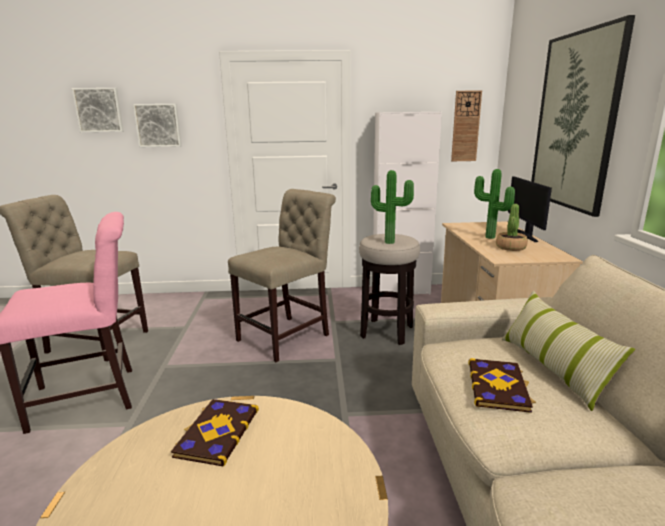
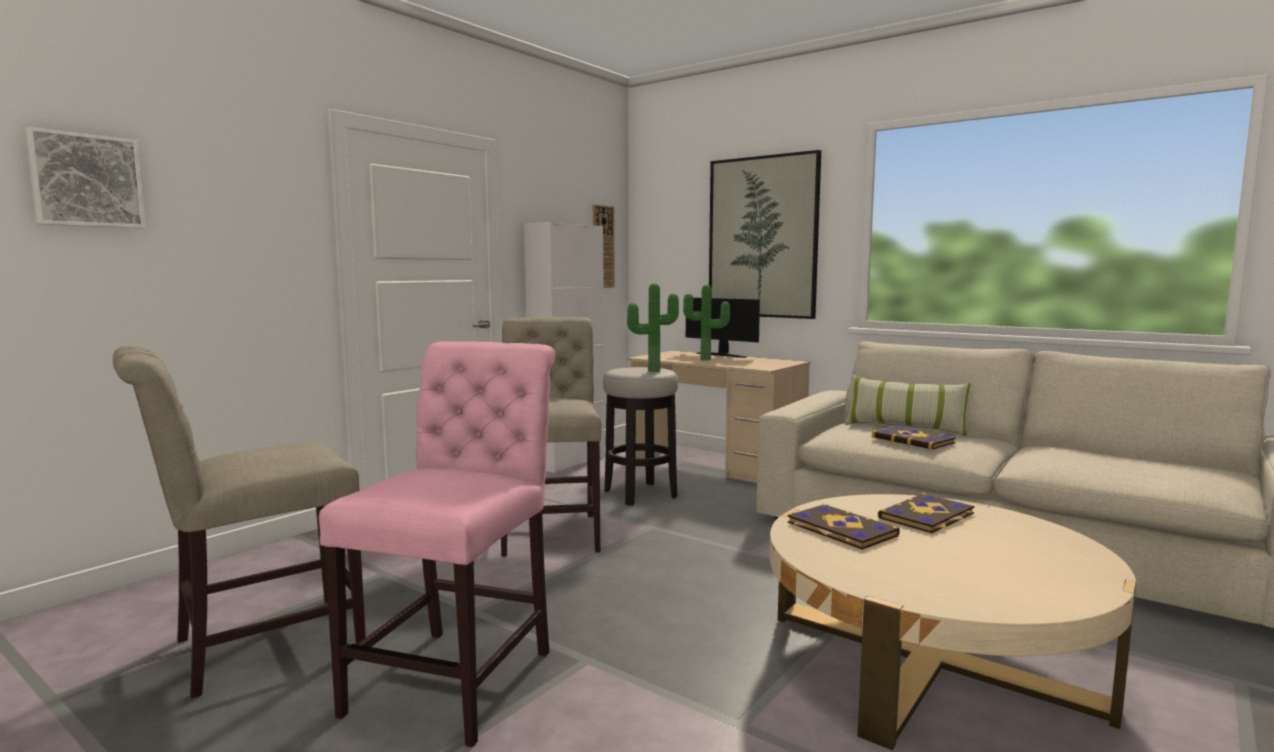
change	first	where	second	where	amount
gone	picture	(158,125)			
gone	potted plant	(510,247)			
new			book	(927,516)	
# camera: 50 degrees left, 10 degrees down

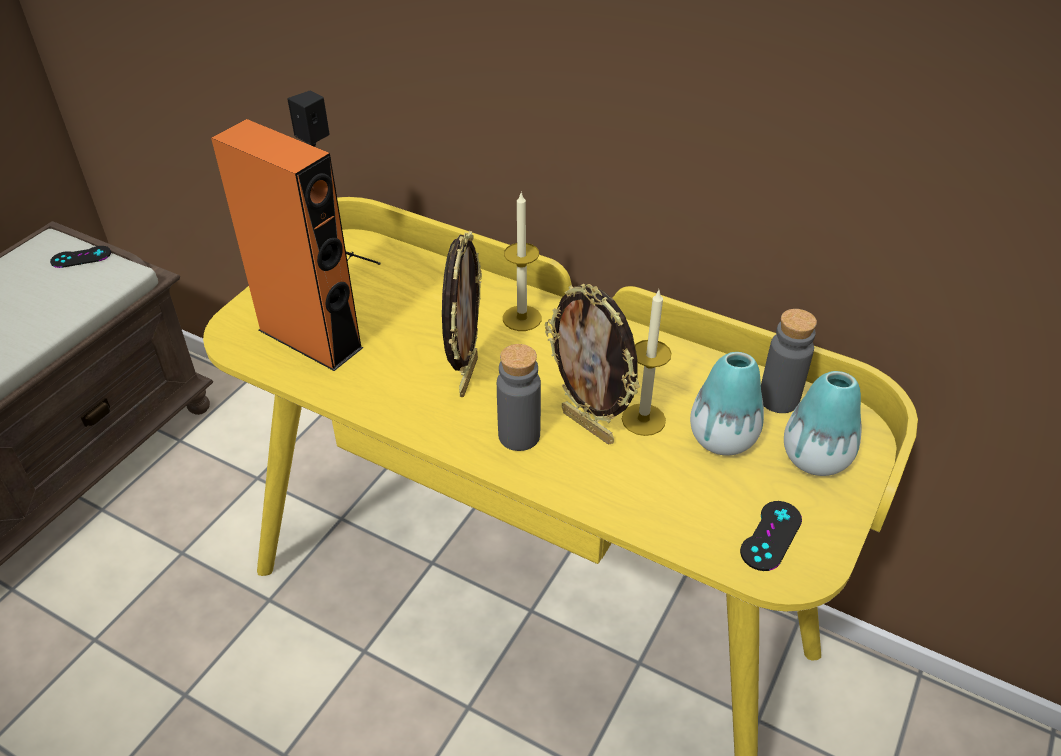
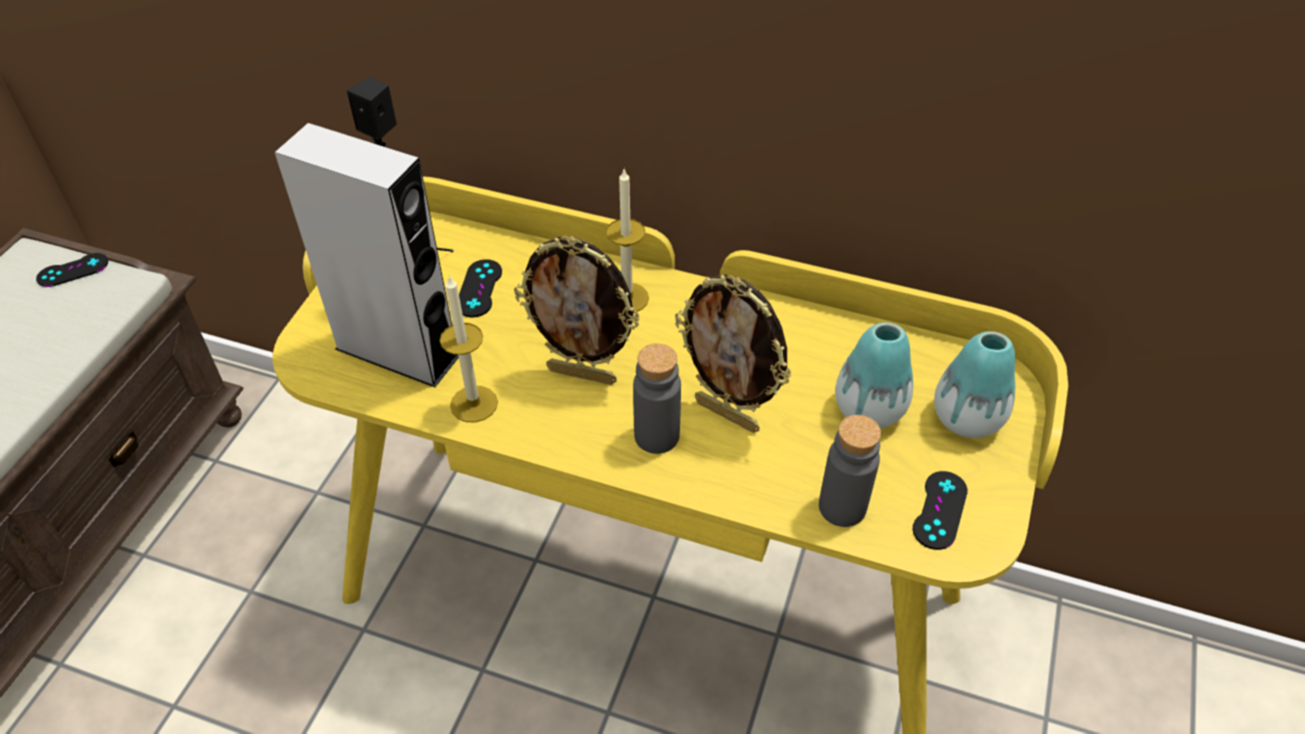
change	first	where	second	where	amount
repainted	speaker (orange)	(310,338)	speaker (grey)	(397,352)	
rotated	picture frame	(466,376)		(583,374)	105 degrees clockwise
shifted	candle	(643,419)		(474,404)	
shifted	bottle (grey)	(778,399)		(842,507)	
new			game controller (black)	(479,288)	
# camera: 10 degrees left, 5 degrees up

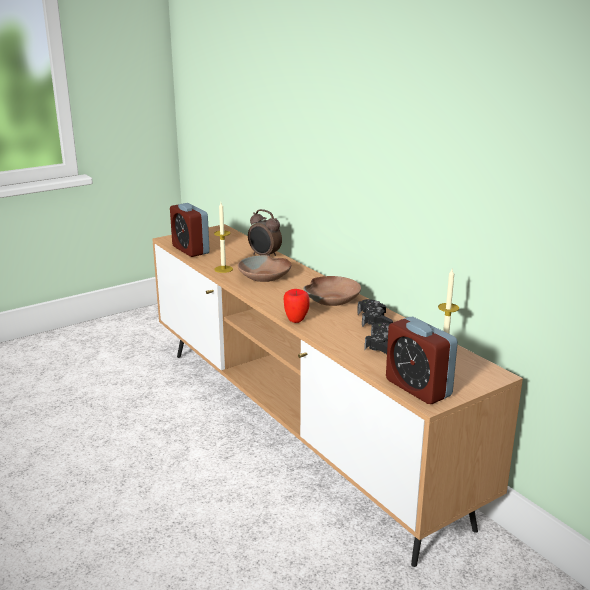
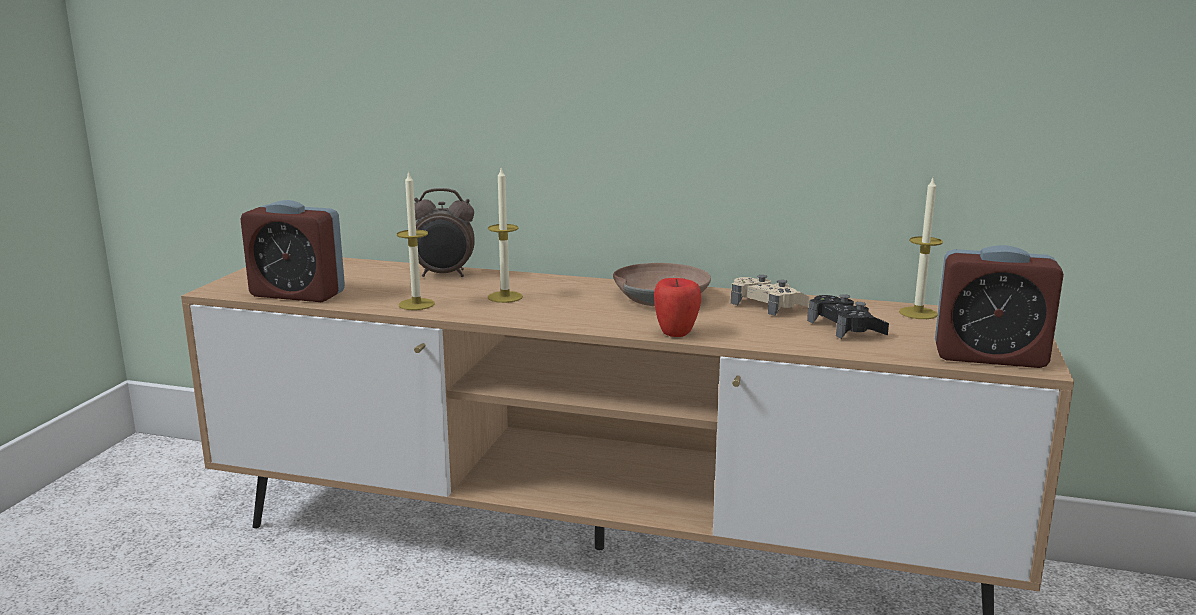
change	first	where	second	where	amount
swapped	bowl (brown)	(265,276)	candle	(505,297)	
repainted	game controller (black)	(374,320)	game controller (beige)	(767,305)	
# camera: 40 degrees left, 5 degrees down

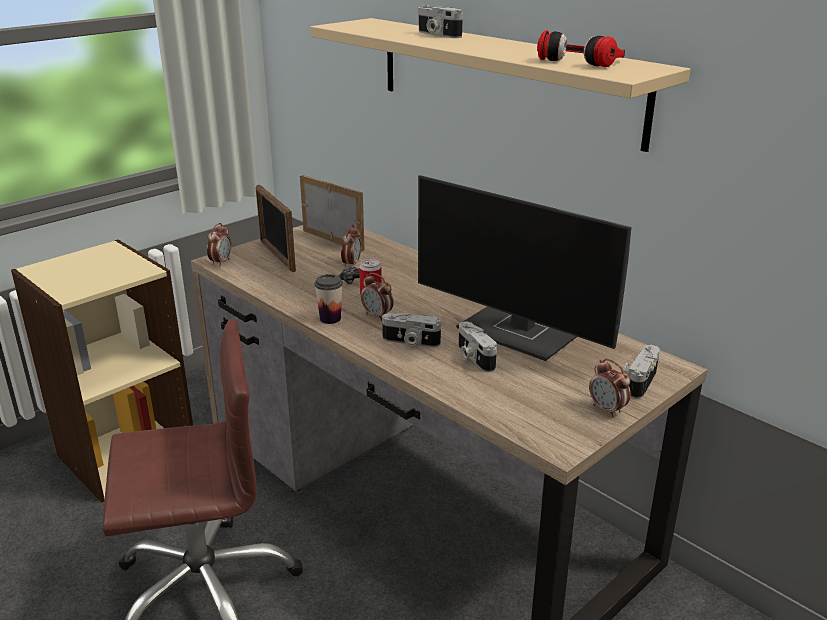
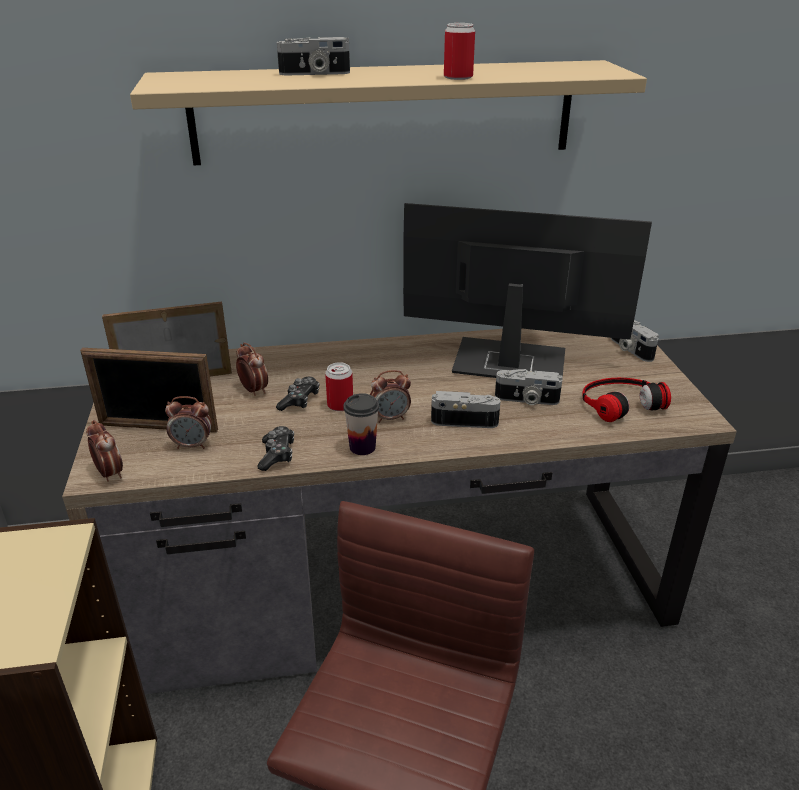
change	first	where	second	where	amount
rotated	photo camera	(410,342)		(464,420)	135 degrees counterclockwise
rotated	monitor	(520,333)		(506,363)	150 degrees counterclockwise
shifted	headphones	(583,60)		(619,402)	
shifted	alarm clock	(607,410)		(193,445)	
new			game controller	(277,455)	
new			can	(458,77)	
# camera: 55 degrees left, 5 degrees up

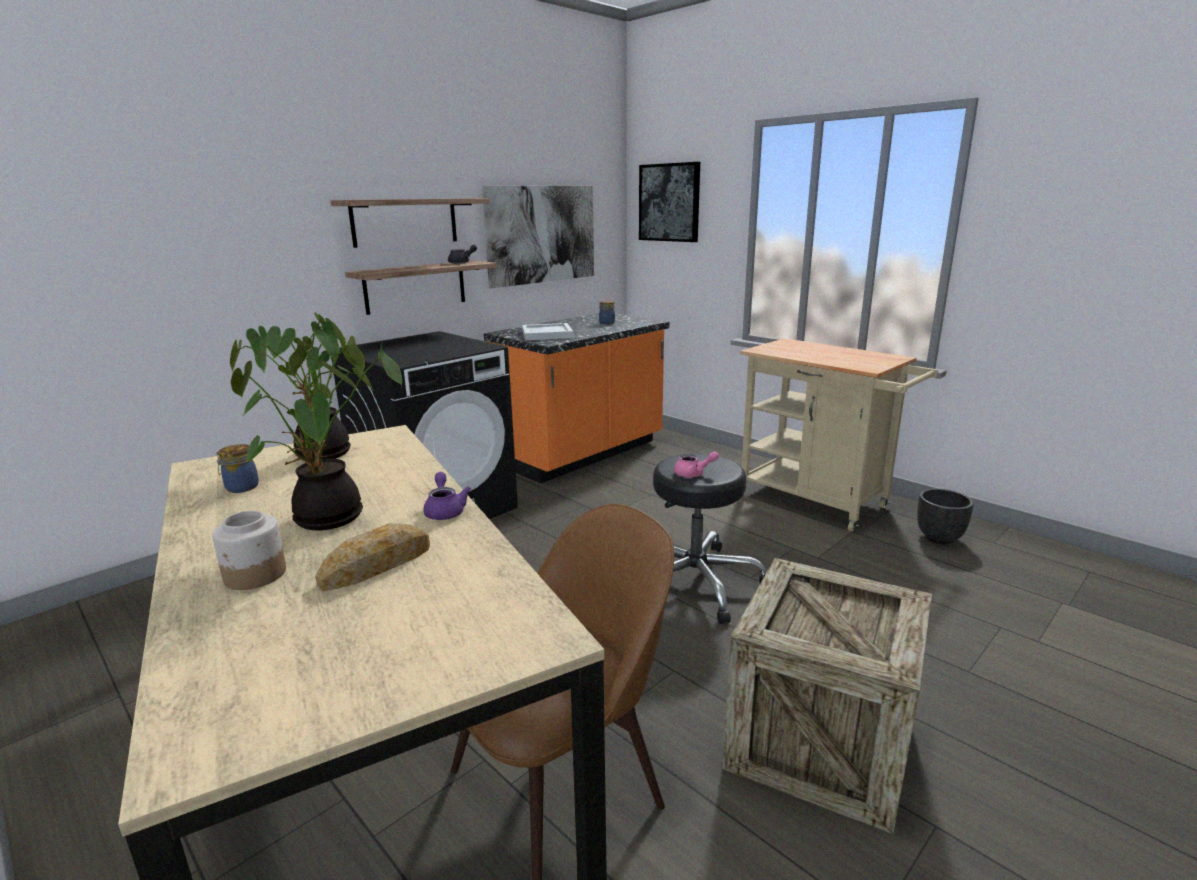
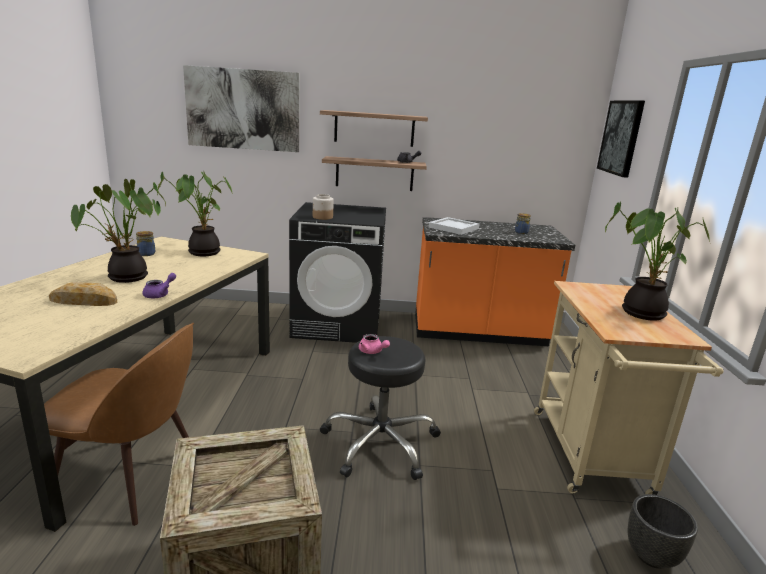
change	first	where	second	where	amount
shifted	jar	(255,575)		(322,217)	
shifted	picture	(541,234)		(243,109)	
new			potted plant	(639,312)	
# camera: 45 degrees right, 0 degrees up

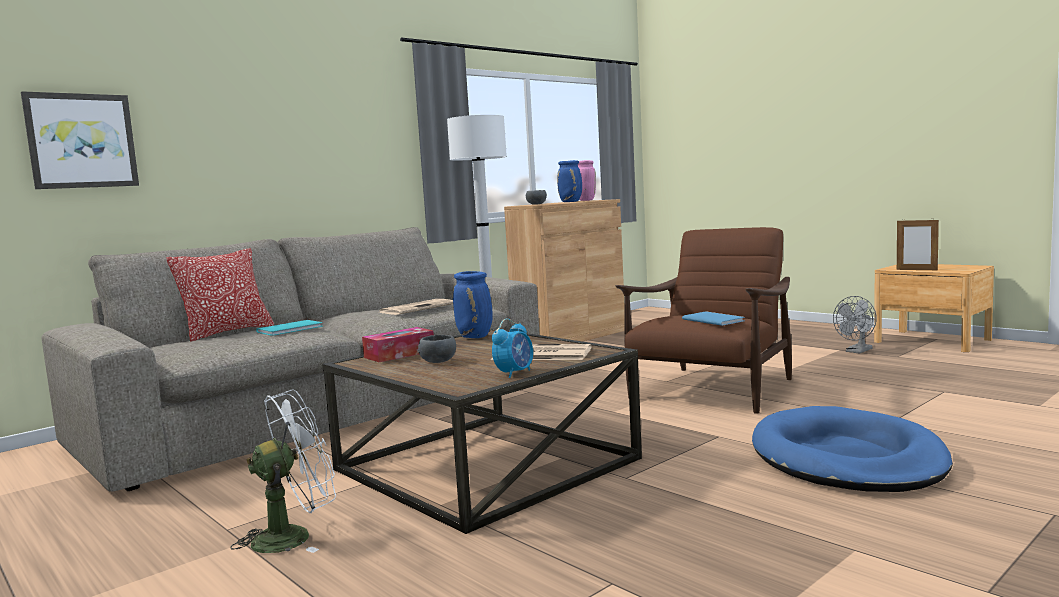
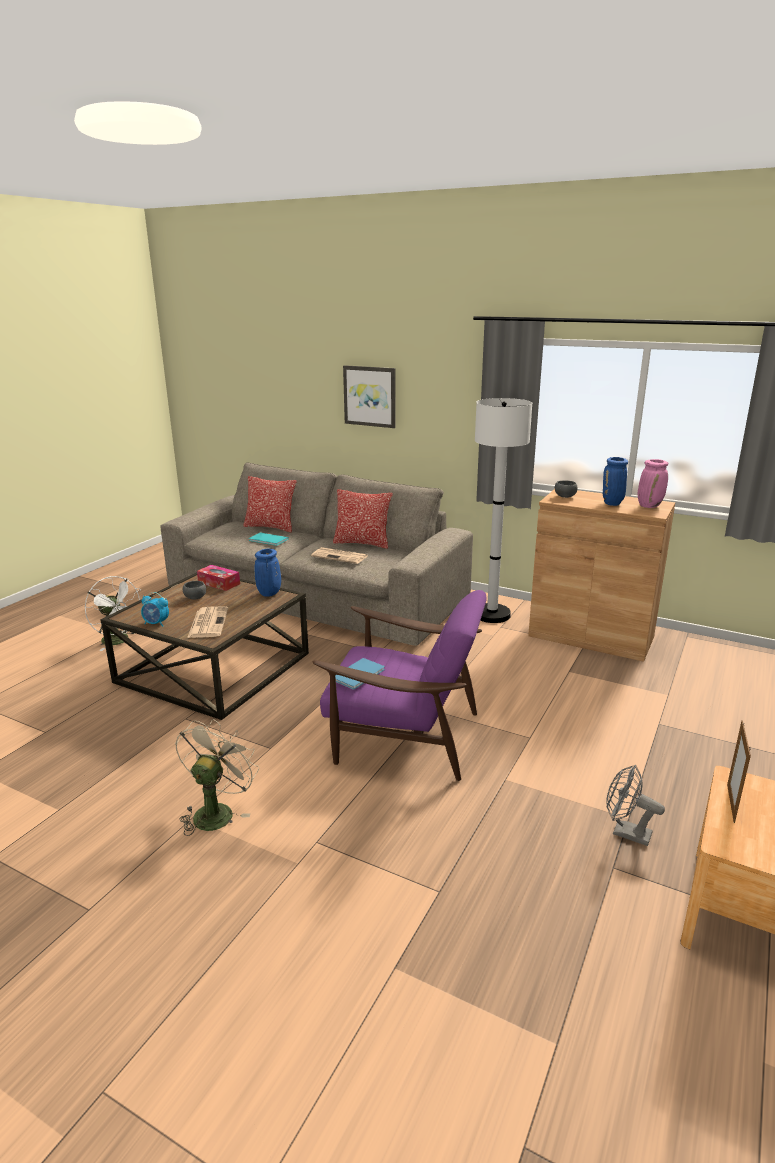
change	first	where	second	where	amount
shifted	picture	(81,141)		(370,396)	
repainted	armchair (brown)	(711,390)	armchair (purple)	(403,735)	
swapped	dog bed (blue)	(846,458)	fan (beige)	(216,811)	
new			pillow	(362,543)	
# camera: 70 degrees right, 15 degrees up

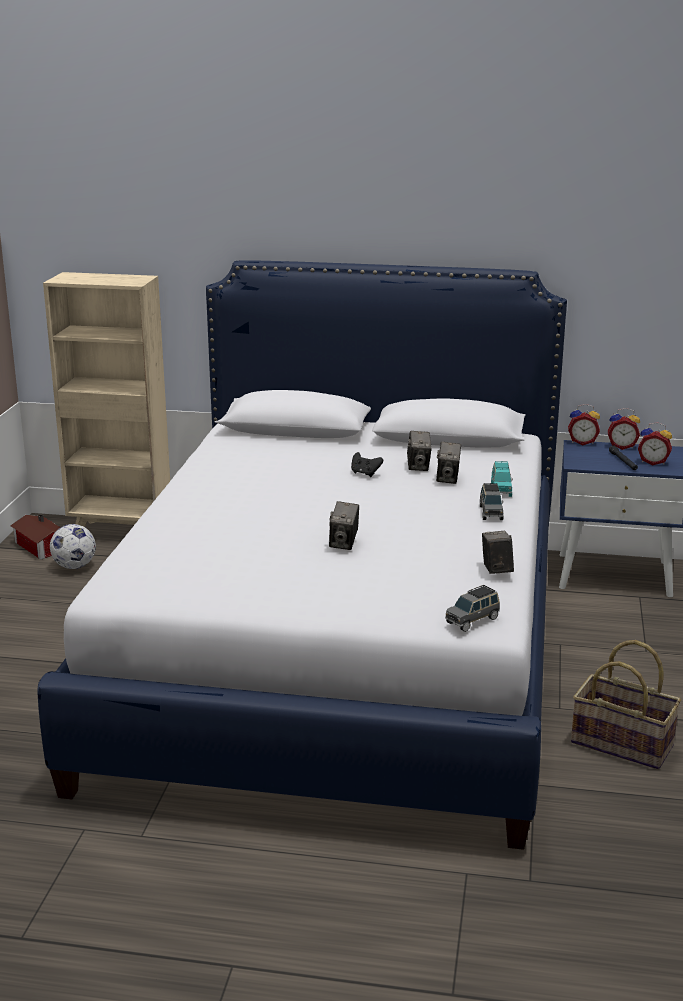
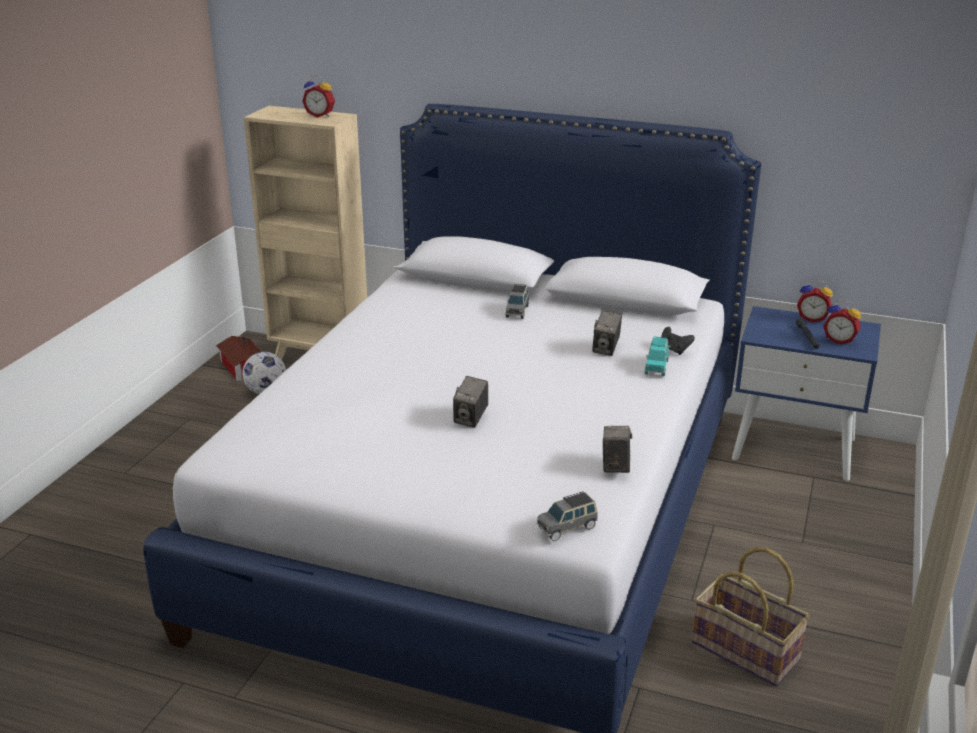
change	first	where	second	where	amount
shifted	game controller (black)	(365,473)		(674,350)	
gone	photo camera	(418,466)			
shifted	toy car (grey)	(491,512)		(517,311)	
shifted	alarm clock	(582,442)		(320,115)	
# camera: 10 degrees right, 5 degrees up

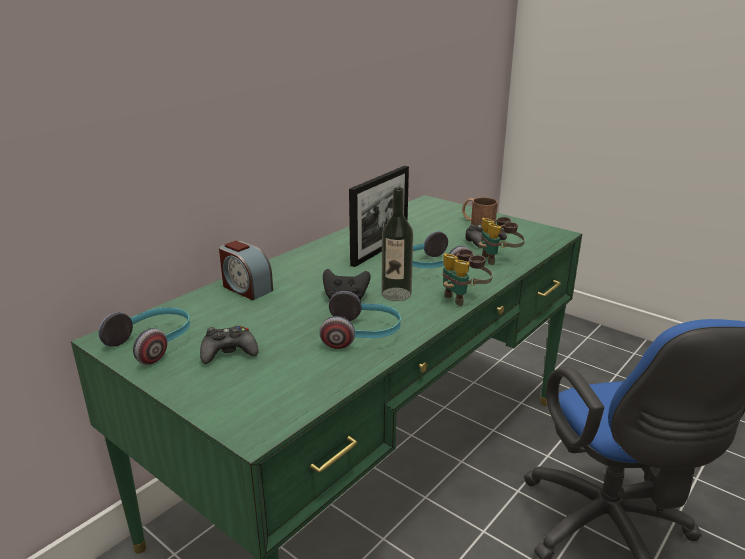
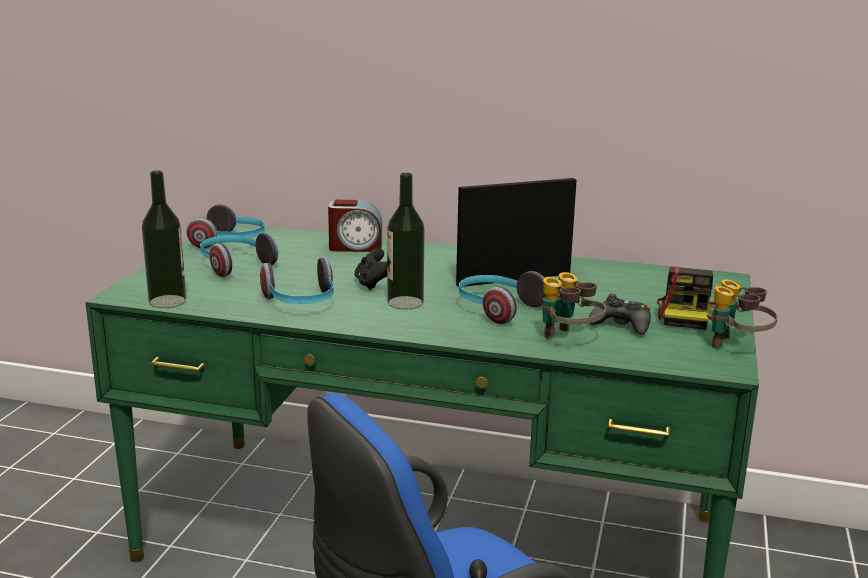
change	first	where	second	where	amount
swapped	game controller (black)	(229,352)	headphones	(234,265)	
rotated	alarm clock	(246,288)		(355,247)	105 degrees counterclockwise
rotated	picture frame	(380,250)		(514,279)	150 degrees clockwise
shifted	binoculars	(463,298)		(737,346)	
swapped	mug (brown)	(477,223)	photo camera	(686,314)	
new			bottle	(167,301)	
# camera: 65 degrees right, 5 degrees down

